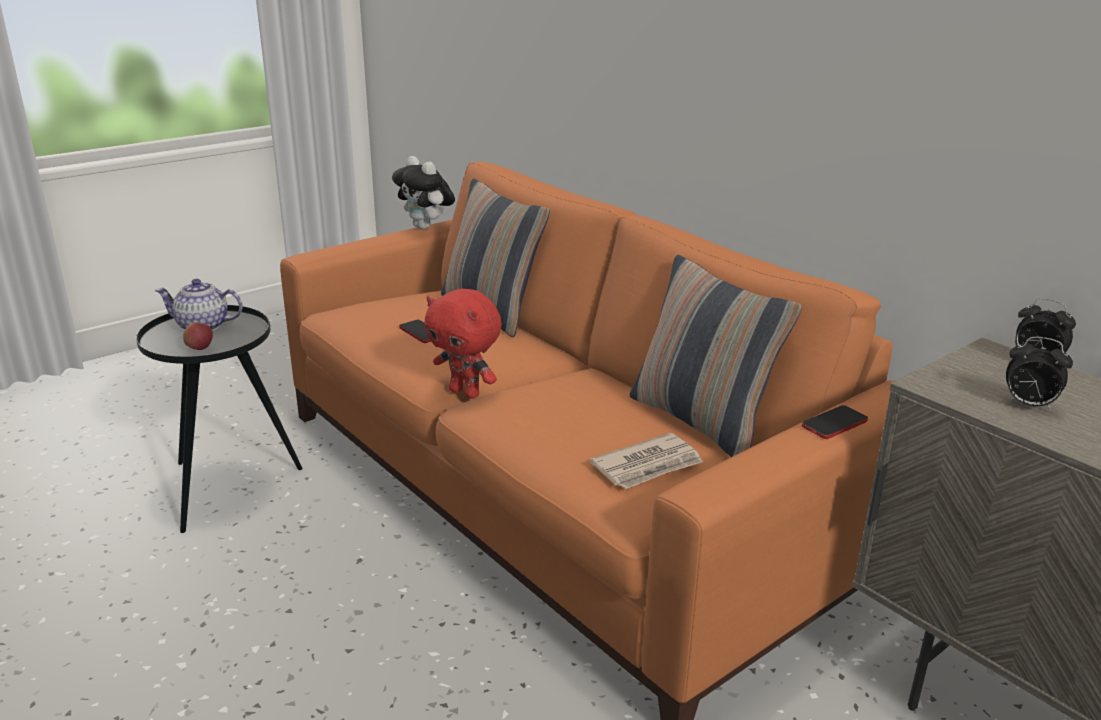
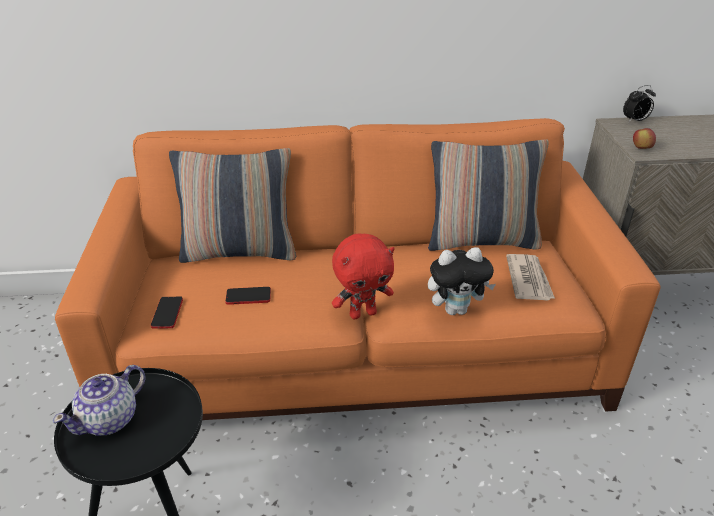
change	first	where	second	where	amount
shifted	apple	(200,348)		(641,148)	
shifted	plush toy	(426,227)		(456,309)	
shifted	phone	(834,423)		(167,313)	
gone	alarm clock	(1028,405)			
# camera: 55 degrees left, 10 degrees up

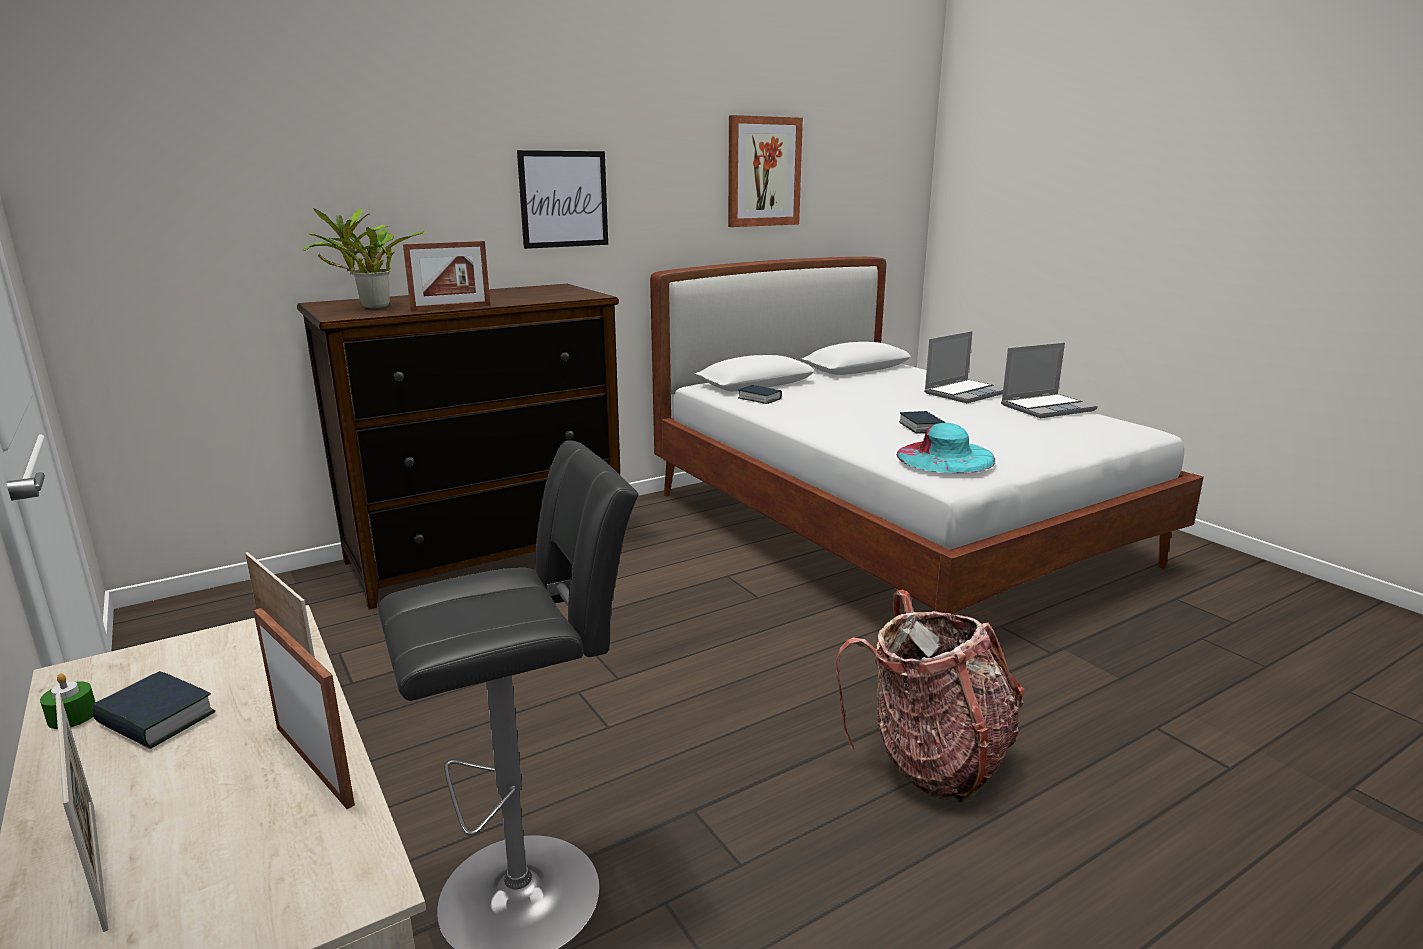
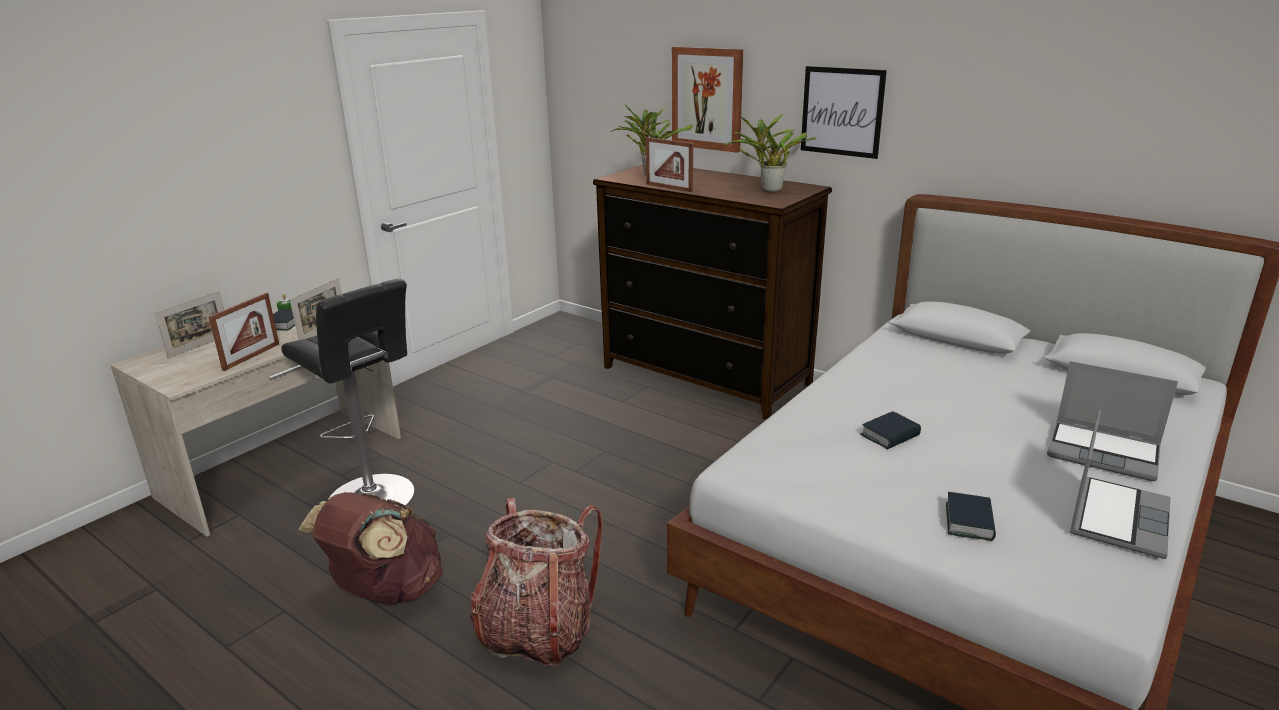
change	first	where	second	where	amount
shifted	picture	(763,172)		(707,99)	
shifted	book	(759,398)		(969,522)	
gone	hat (turquoise)	(945,457)			
rotated	laptop	(1047,407)		(1117,517)	105 degrees counterclockwise
new			backpack (brown)	(386,592)	
new			potted plant	(768,190)	
# camera: 70 degrees right, 5 degrees up

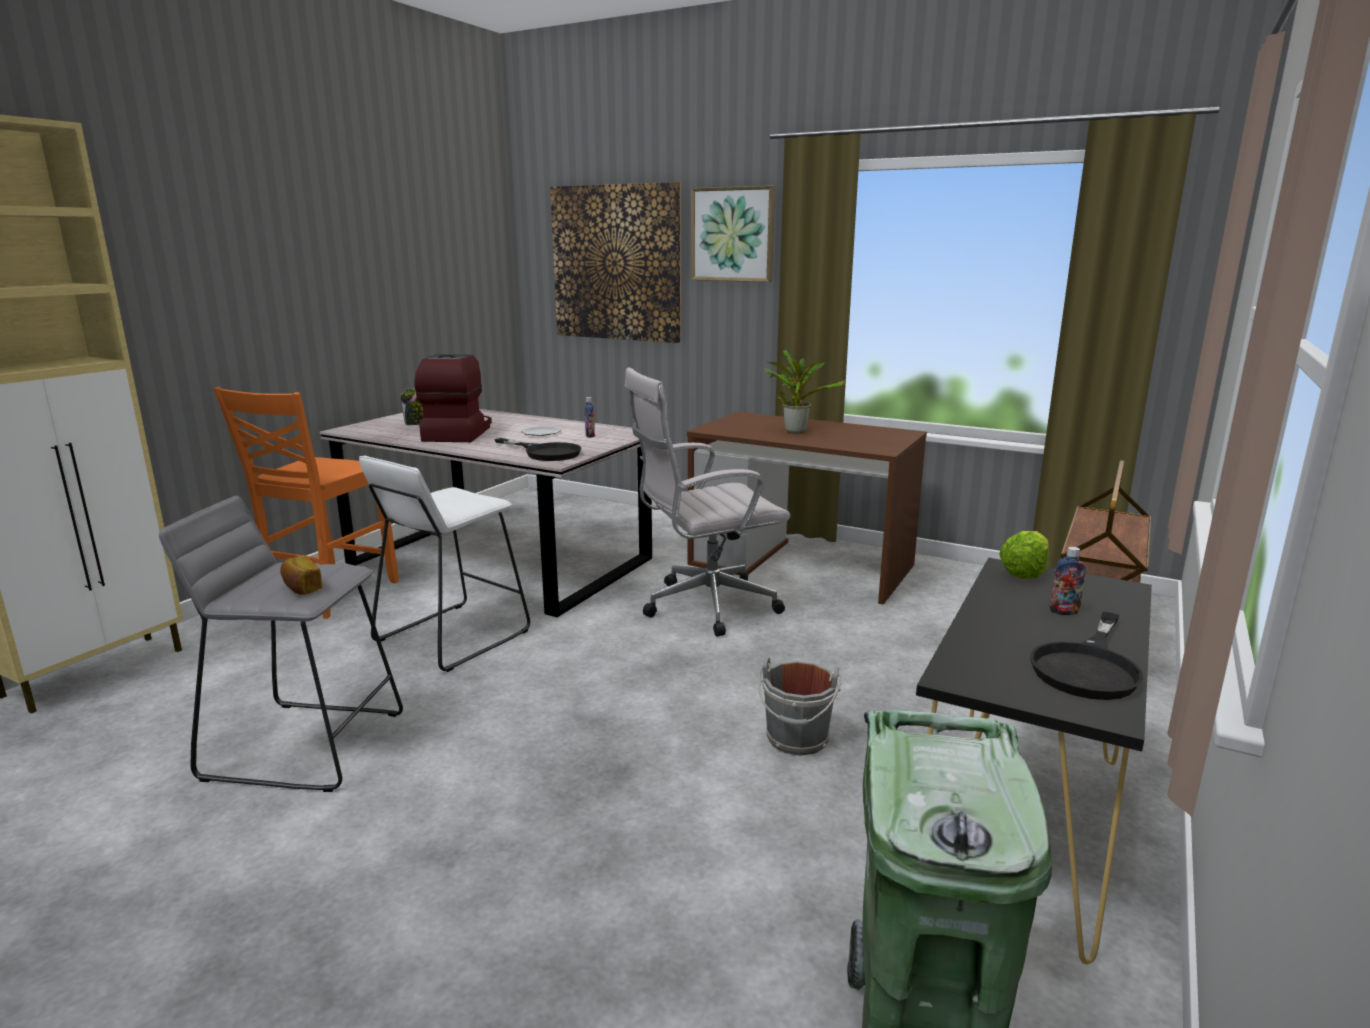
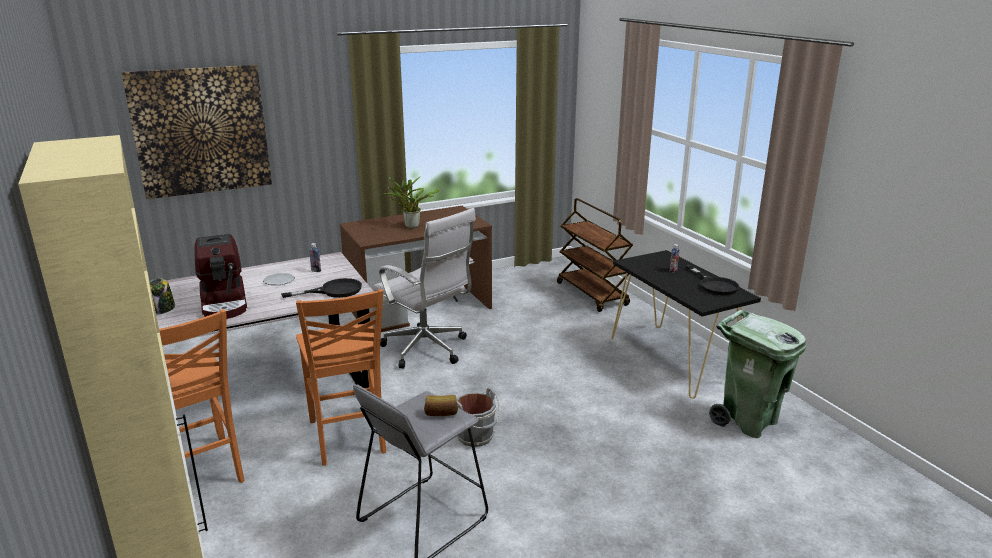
change	first	where	second	where	amount
swapped	stool (white)	(452,636)	chair (orange)	(348,437)	
rotated	coffee machine	(457,433)		(225,303)	150 degrees counterclockwise
rotated	office chair (white)	(704,606)		(427,350)	60 degrees counterclockwise
gone	picture	(732,234)			
shifted	bucket (grey)	(797,740)		(476,437)	
gone	lettuce	(1024,573)			
# camera: 55 degrees left, 5 degrees up

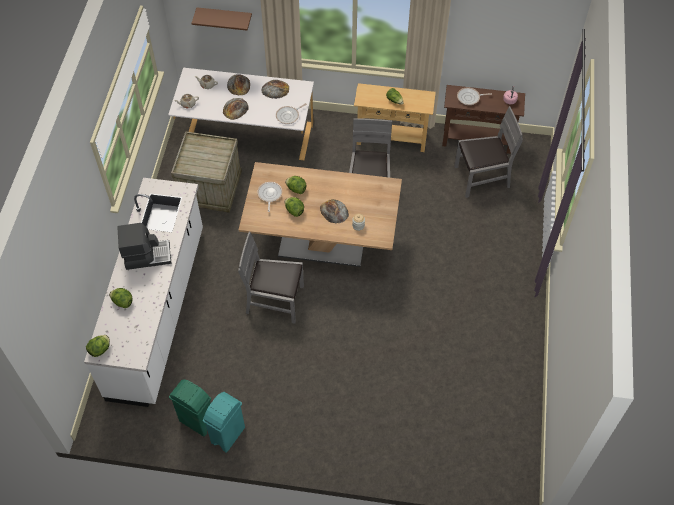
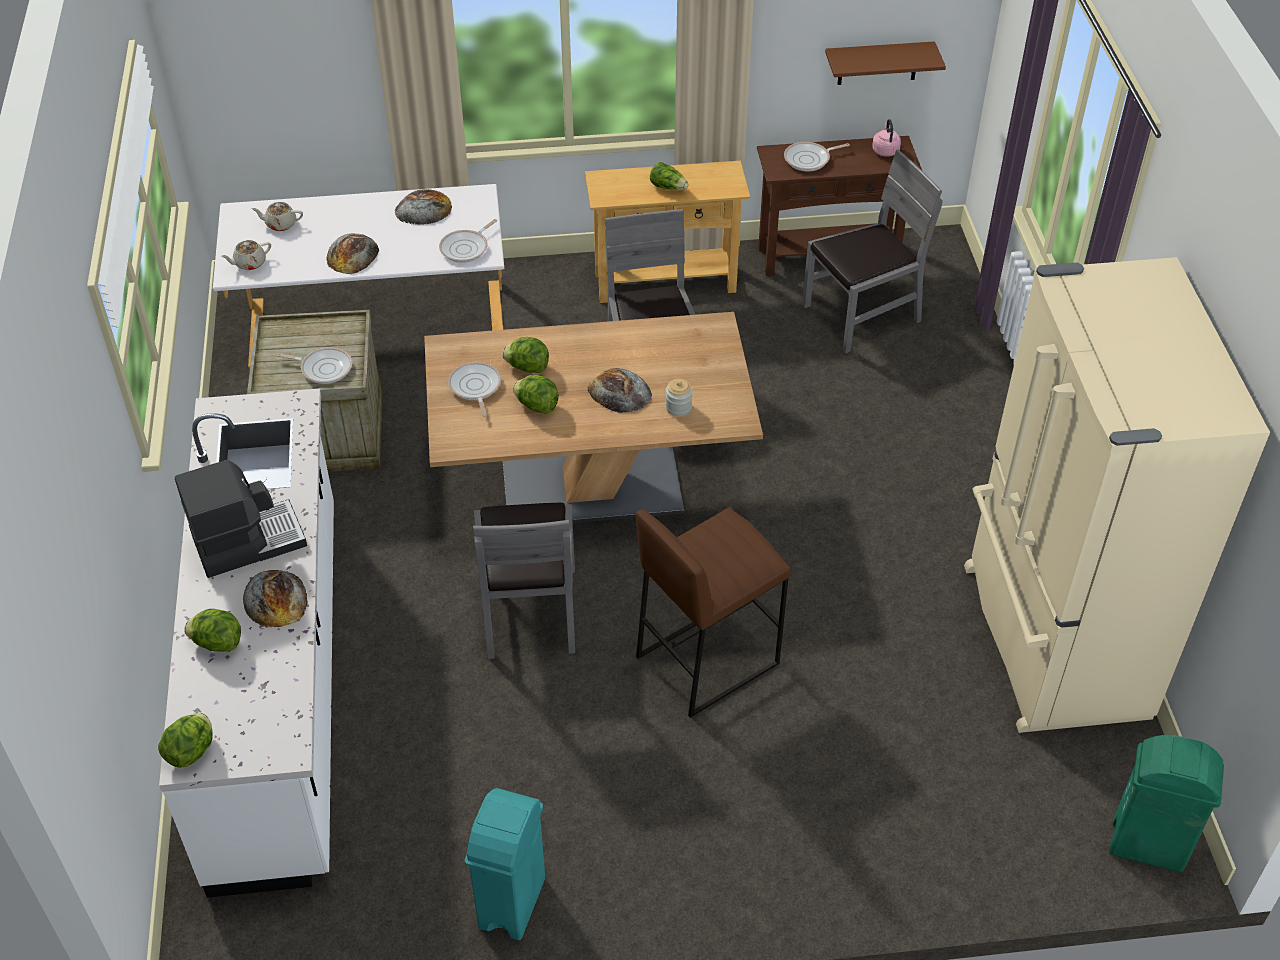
change	first	where	second	where	amount
shifted	trash can (green)	(197,422)		(1148,846)	
shifted	shelf (brown)	(225,18)		(878,63)	
shifted	bread	(239,85)		(275,598)	
rotated	chair (grey)	(275,300)		(529,611)	90 degrees counterclockwise
new			frying pan	(324,368)	
new			stool (brown)	(706,659)	
new			fridge (beige)	(1050,641)	
# camera: 15 degrees left, 10 degrees down

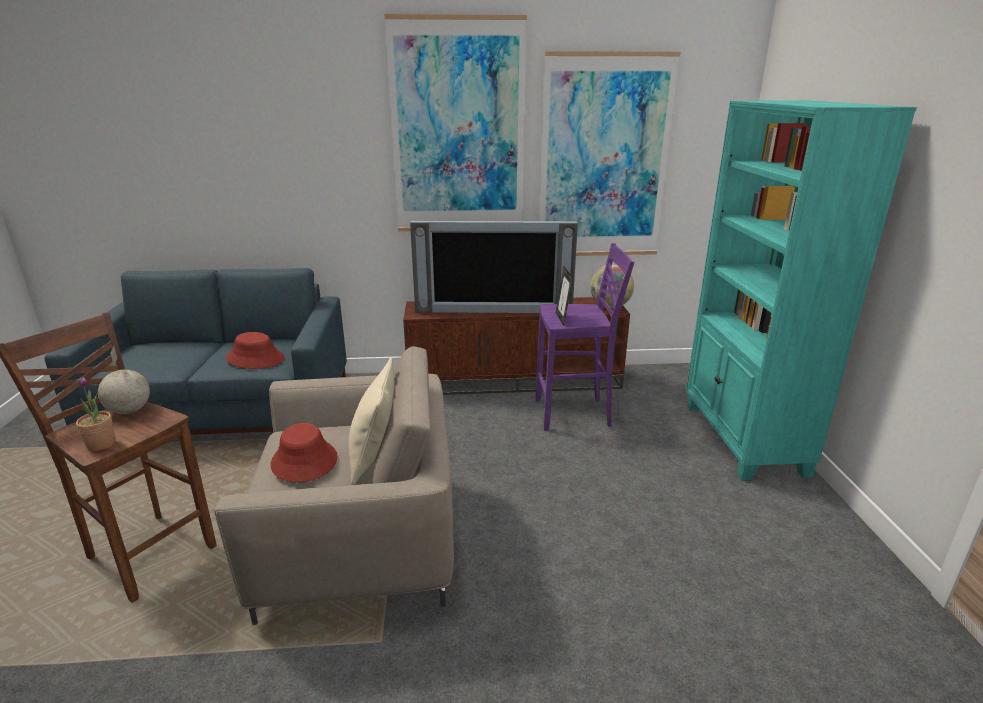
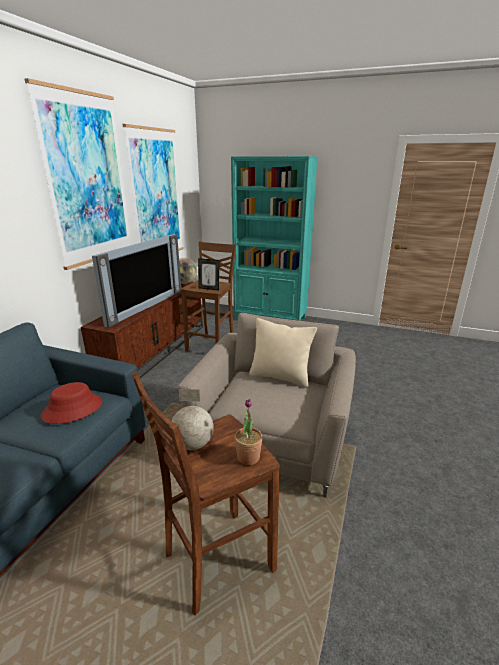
change	first	where	second	where	amount
gone	hat (red)	(304,461)			
repainted	stool (purple)	(574,414)	stool (brown)	(212,345)	
# camera: 65 degrees left, 0 degrees up

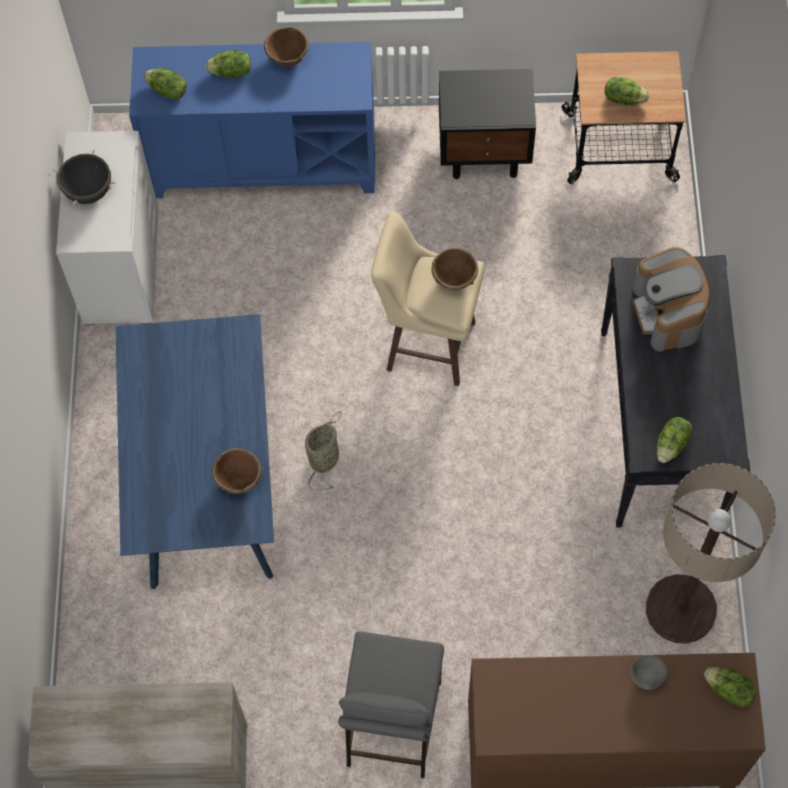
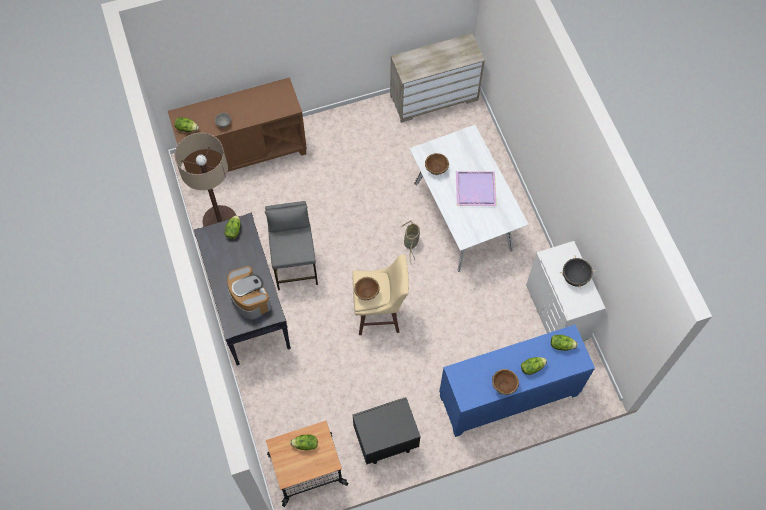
change	first	where	second	where	amount
repainted	dining table (blue)	(209,482)	dining table (white)	(462,216)	
shifted	stool (grey)	(392,724)		(295,265)	
new			tray (purple)	(475,190)	
# camera: 160 degrees right, 0 degrees up

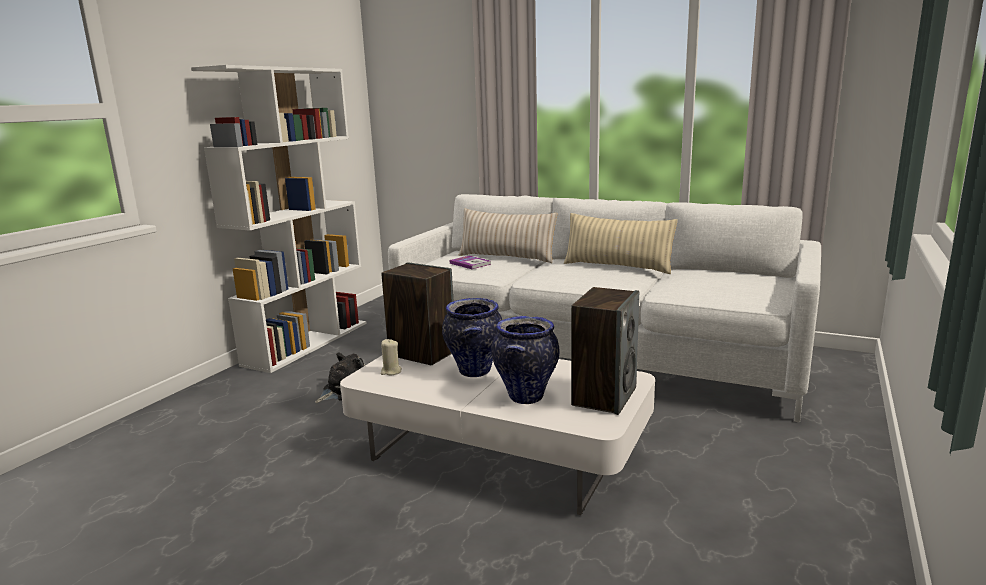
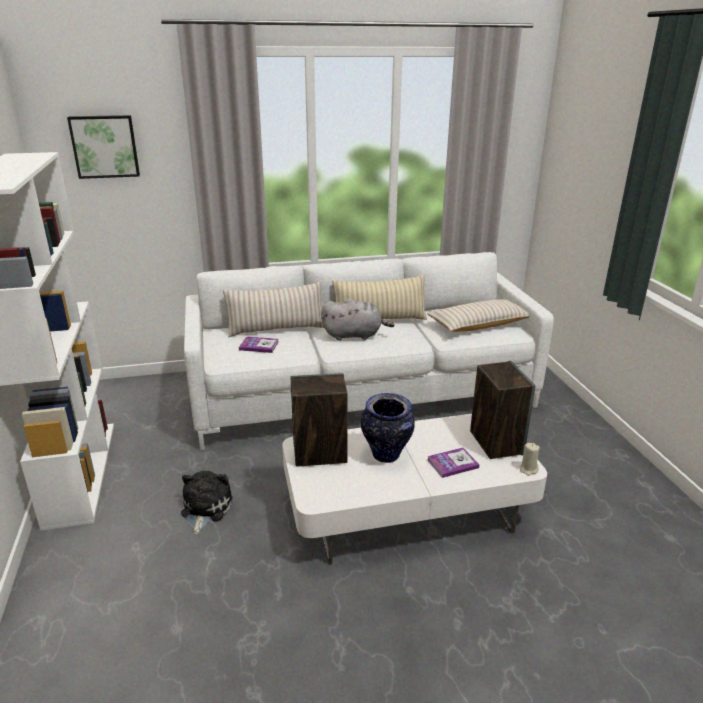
change	first	where	second	where	amount
shifted	candle (beige)	(391,371)		(528,469)	
swapped	vase	(526,396)	book	(452,463)	
new			picture	(105,146)	
new			plush toy (grey)	(354,335)	
new			pillow (beige)	(479,325)	
# camera: 40 degrees left, 10 degrees up

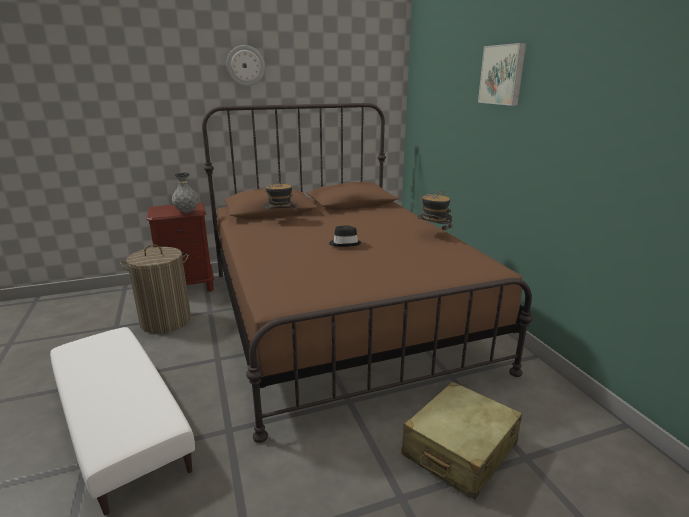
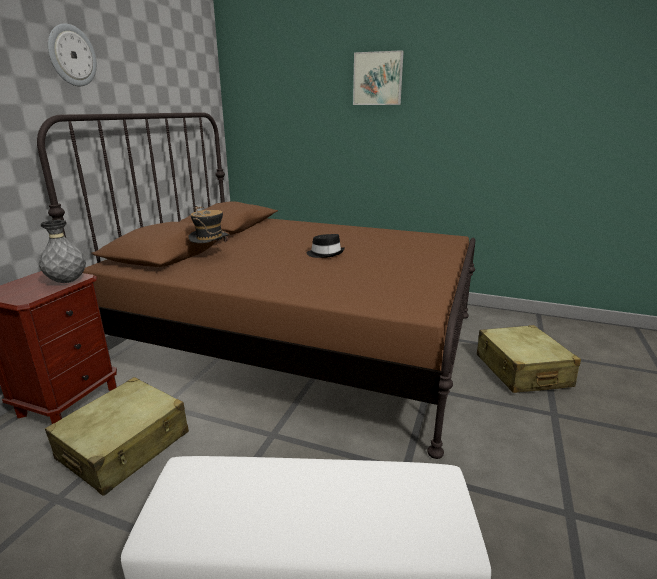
change	first	where	second	where	amount
swapped	laundry basket	(166,321)	suitcase (beige)	(125,446)	
gone	hat	(433,235)			
# camera: 50 degrees left, 0 degrees up

